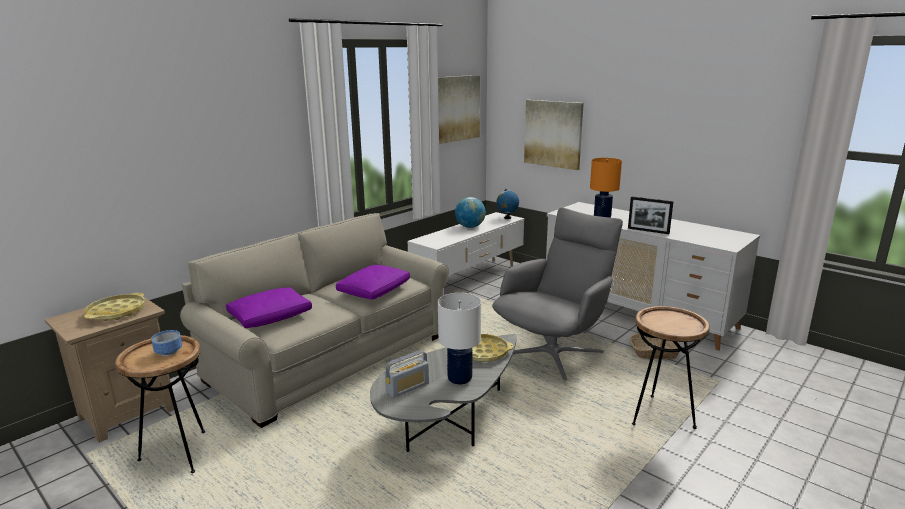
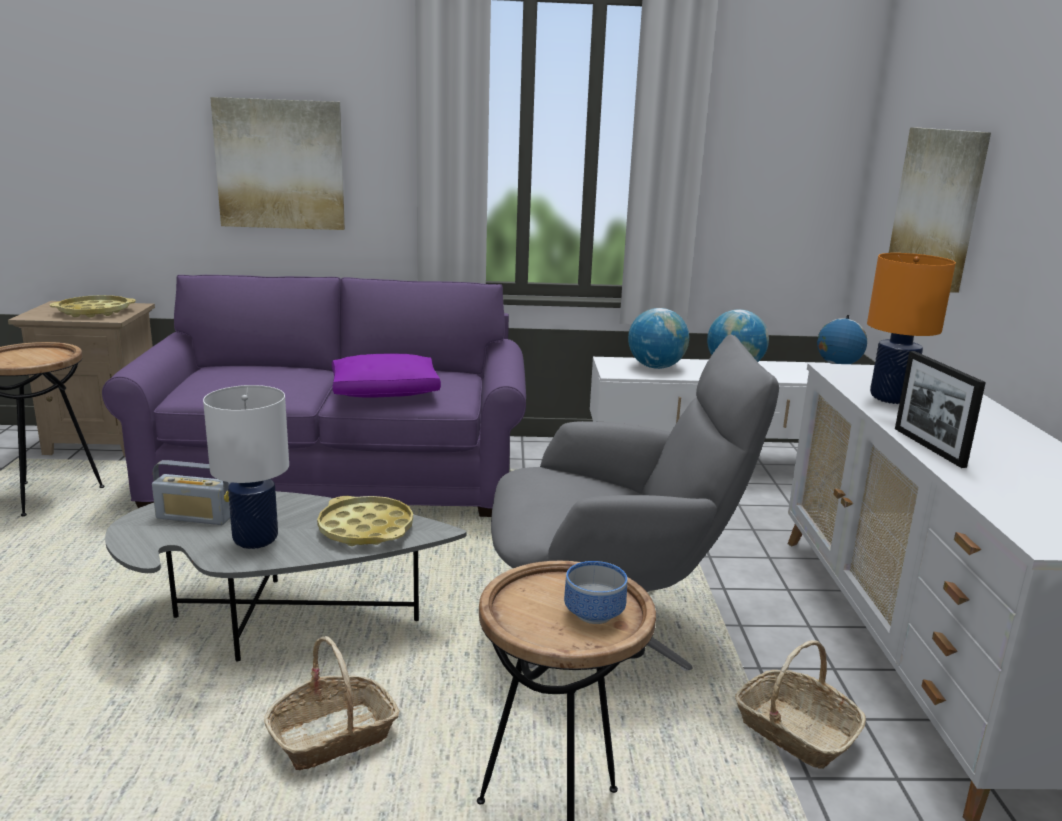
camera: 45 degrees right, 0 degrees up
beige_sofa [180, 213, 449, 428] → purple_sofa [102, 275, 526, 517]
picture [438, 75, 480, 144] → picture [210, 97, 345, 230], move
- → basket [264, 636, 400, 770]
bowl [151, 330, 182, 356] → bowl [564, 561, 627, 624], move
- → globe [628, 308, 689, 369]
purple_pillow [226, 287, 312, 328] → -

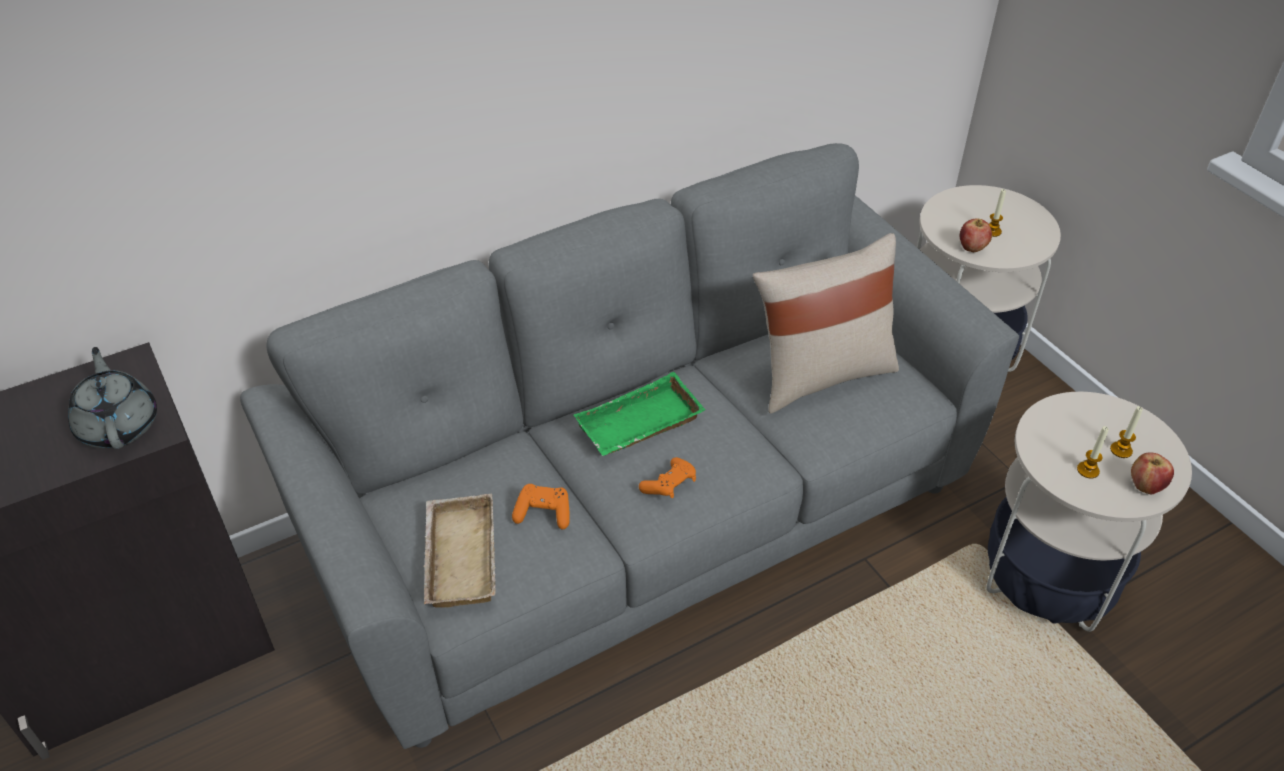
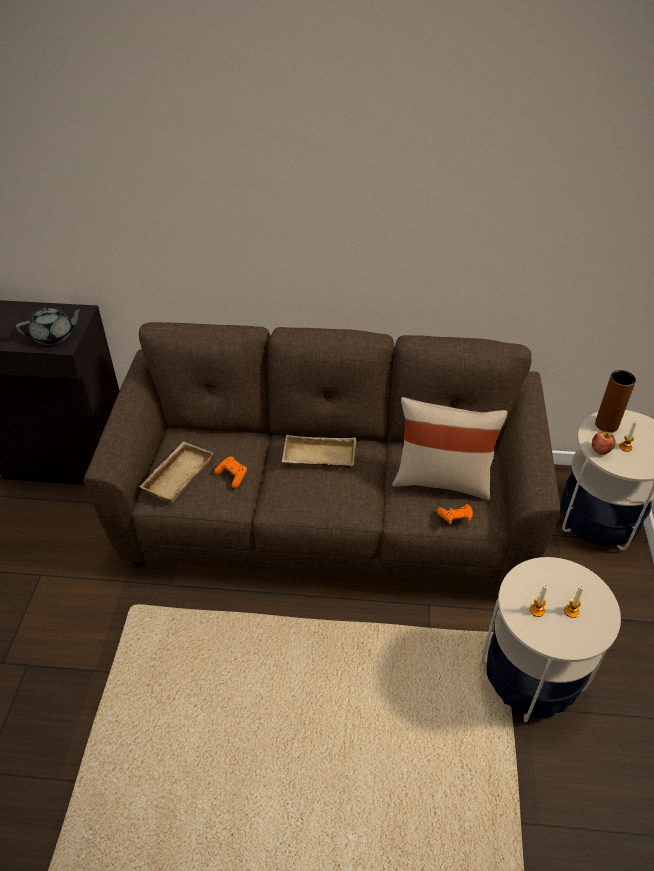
camera: 35 degrees right, 0 degrees up
grey_teapot [68, 347, 157, 449] → grey_teapot [16, 307, 83, 345], 60 degrees clockwise
grey_sofa [240, 143, 1019, 749] → brown_sofa [84, 322, 561, 588]
green_tray [574, 372, 706, 456] → beige_tray [281, 435, 356, 469]
orange_game_controller [639, 457, 696, 498] → orange_game_controller [437, 504, 473, 524], move
- → brown_vase [595, 370, 636, 433]
apple [1131, 452, 1174, 494] → -

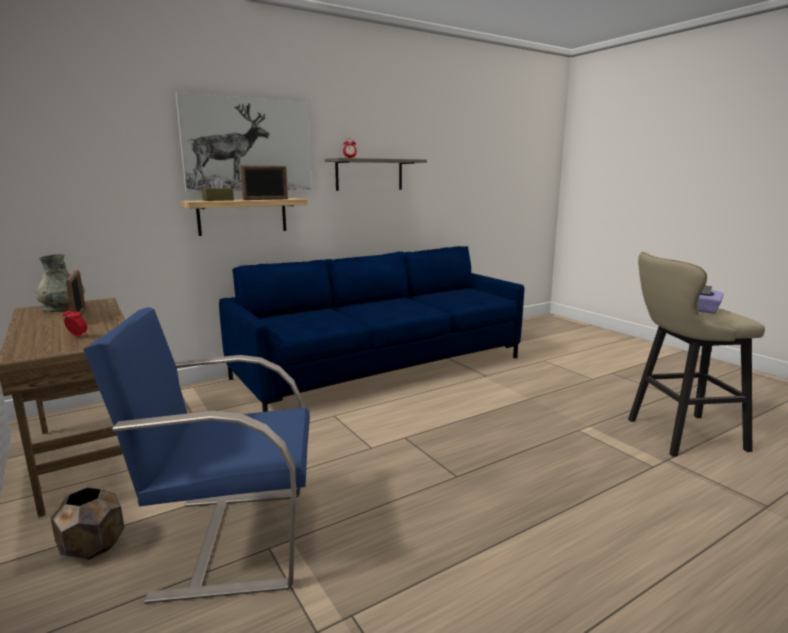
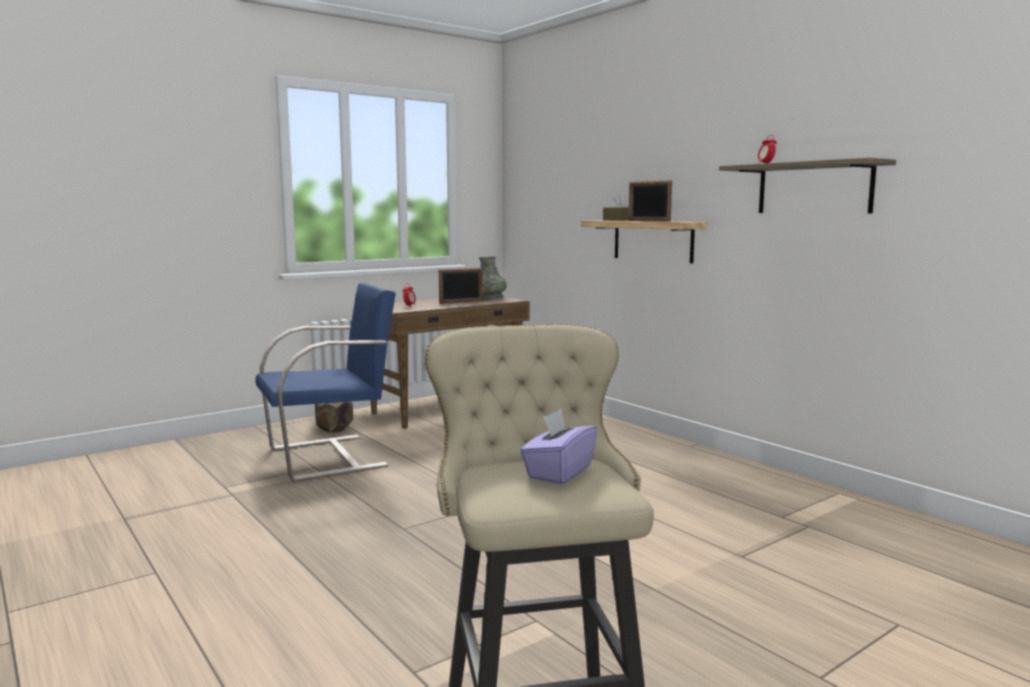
camera: 85 degrees right, 5 degrees down
blue_armchair [83, 307, 310, 604] → blue_armchair [256, 282, 396, 482], 75 degrees clockwise
picture [175, 92, 312, 191] → -
blue_sofa [219, 246, 525, 412] → -

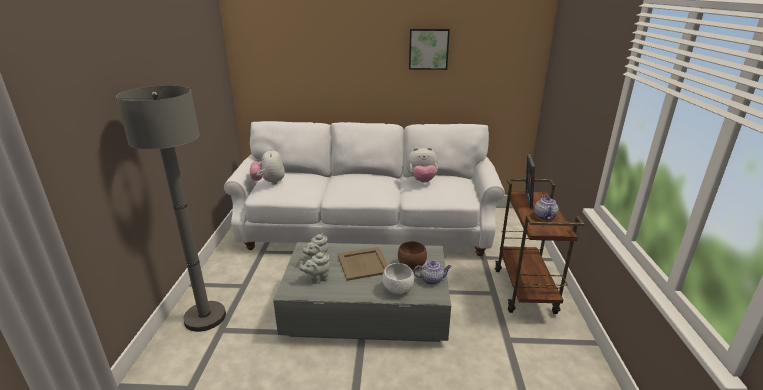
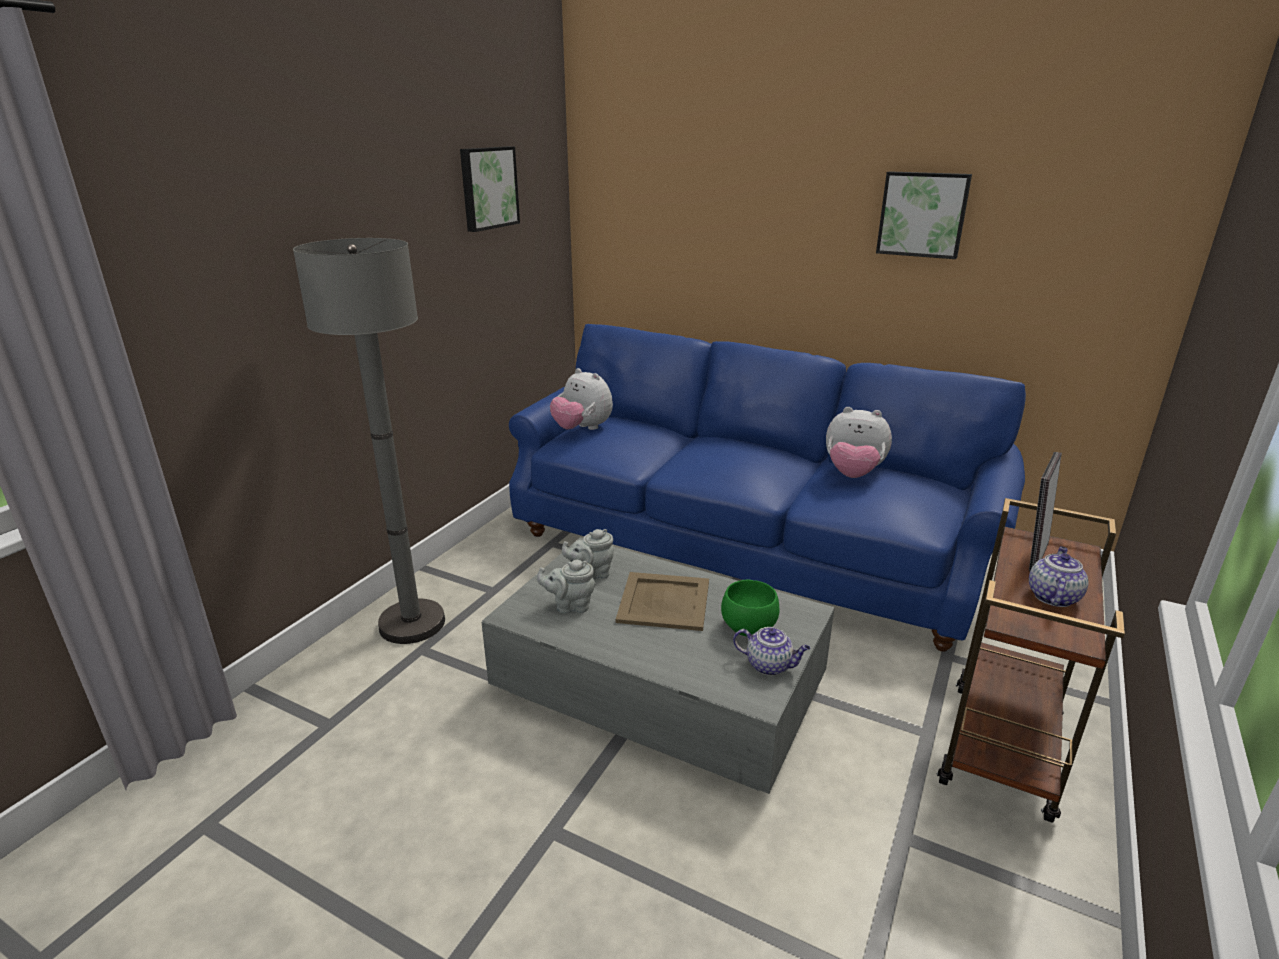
camera: 25 degrees right, 0 degrees up
- → picture [460, 146, 520, 232]
white_sofa [224, 121, 505, 256] → blue_sofa [509, 324, 1026, 652]
plush_toy [250, 148, 285, 185] → plush_toy [550, 368, 613, 430], 60 degrees counterclockwise
brown_bowl [398, 241, 427, 270] → green_bowl [721, 580, 780, 636]
white_bowl [383, 263, 414, 294] → -

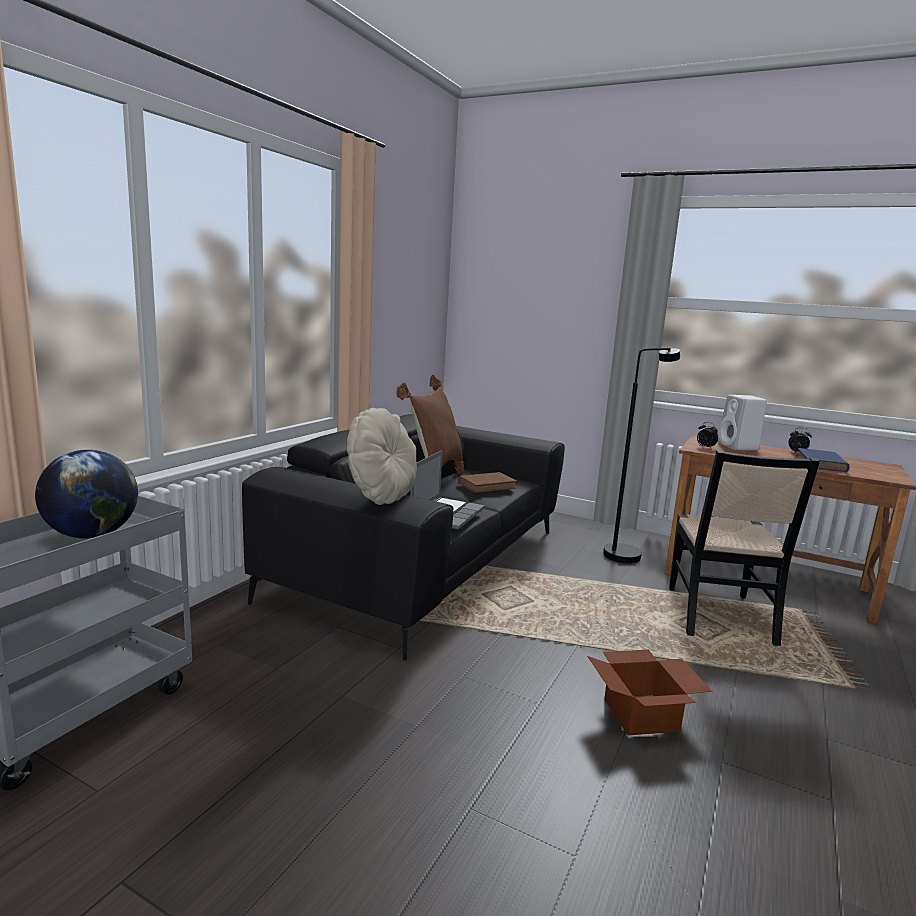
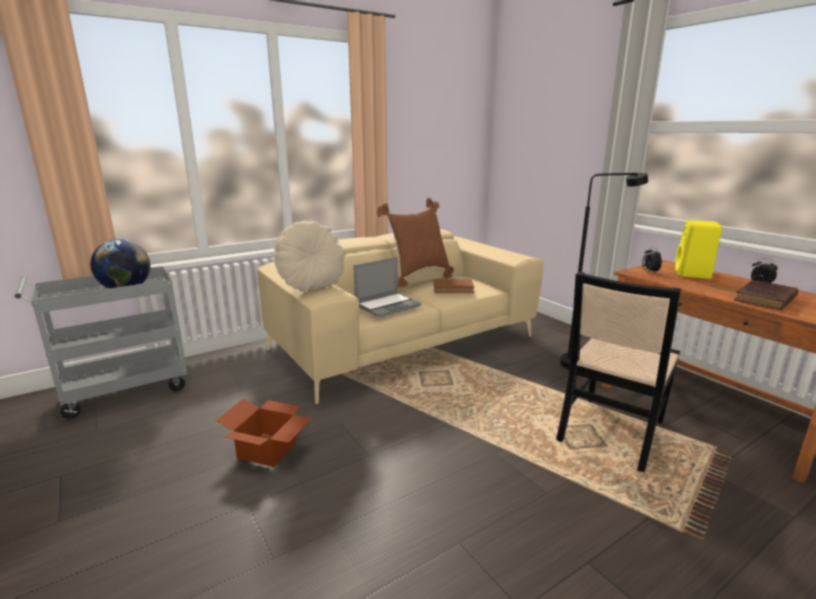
camera: 30 degrees right, 5 degrees up
cardboard_box [587, 650, 712, 736] → cardboard_box [216, 399, 312, 467], move
black_sofa [242, 414, 565, 661] → beige_sofa [257, 229, 544, 404]
white_speaker [718, 395, 767, 450] → yellow_speaker [675, 220, 722, 279]
blue_book [796, 448, 849, 472] → brown_book [734, 280, 798, 310]

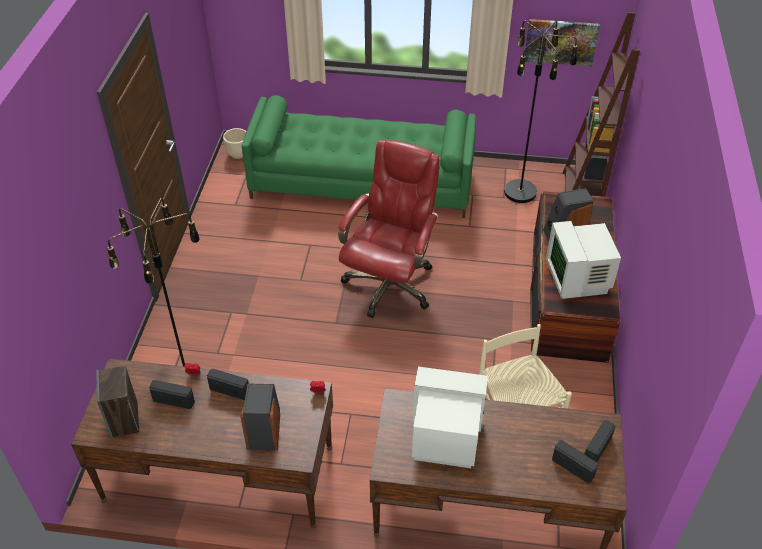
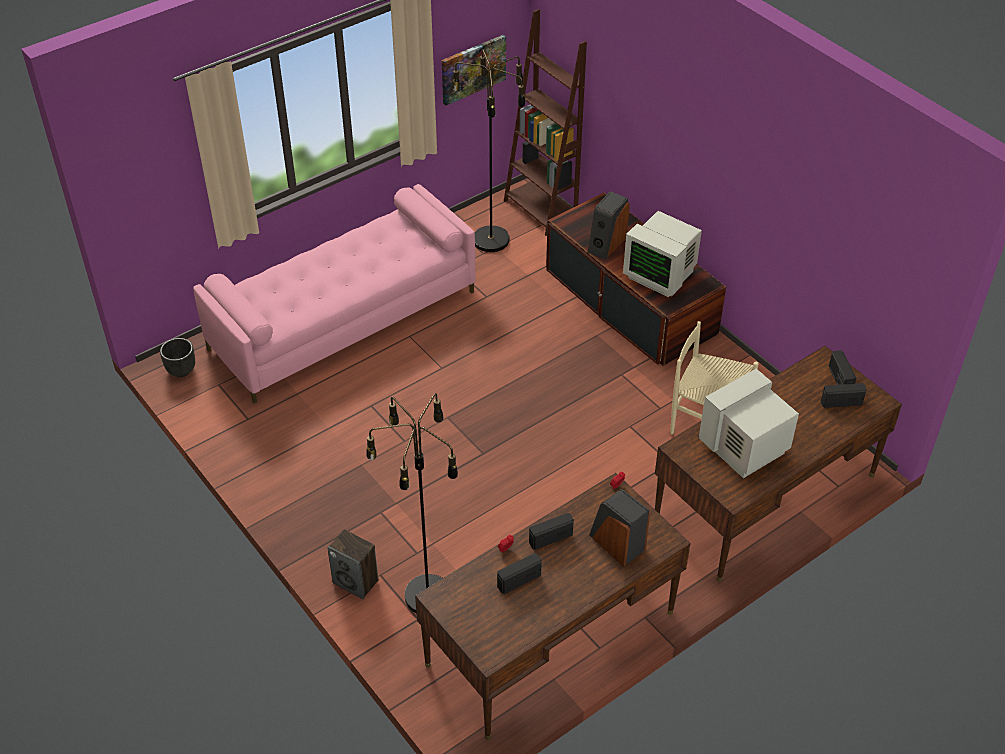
camera: 45 degrees left, 0 degrees up
beige_planter [223, 128, 246, 159] → black_planter [160, 338, 195, 377]
green_sofa [242, 95, 476, 218] → pink_sofa [193, 184, 476, 404]
speaker [96, 366, 139, 438] → speaker [327, 529, 379, 599], move
red_office_chair [338, 140, 439, 318] → -

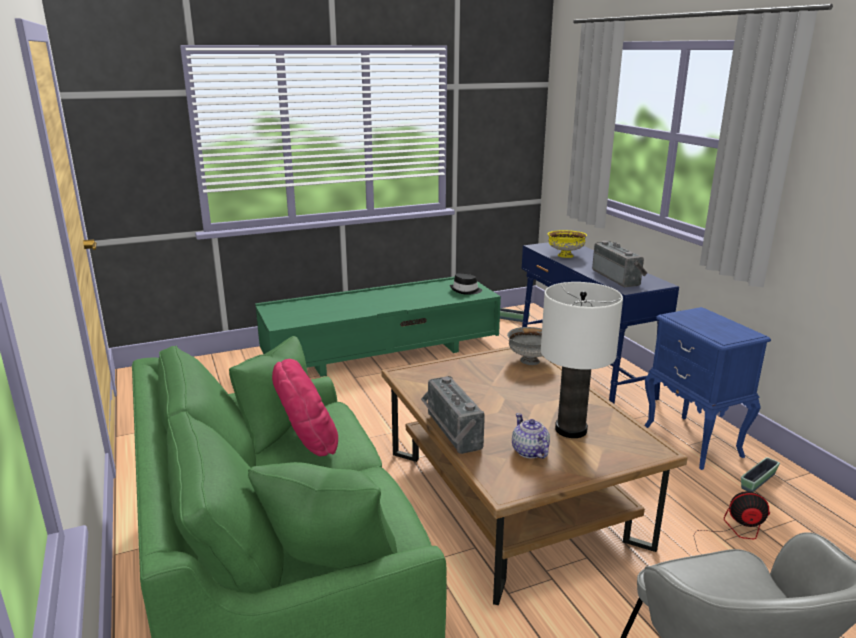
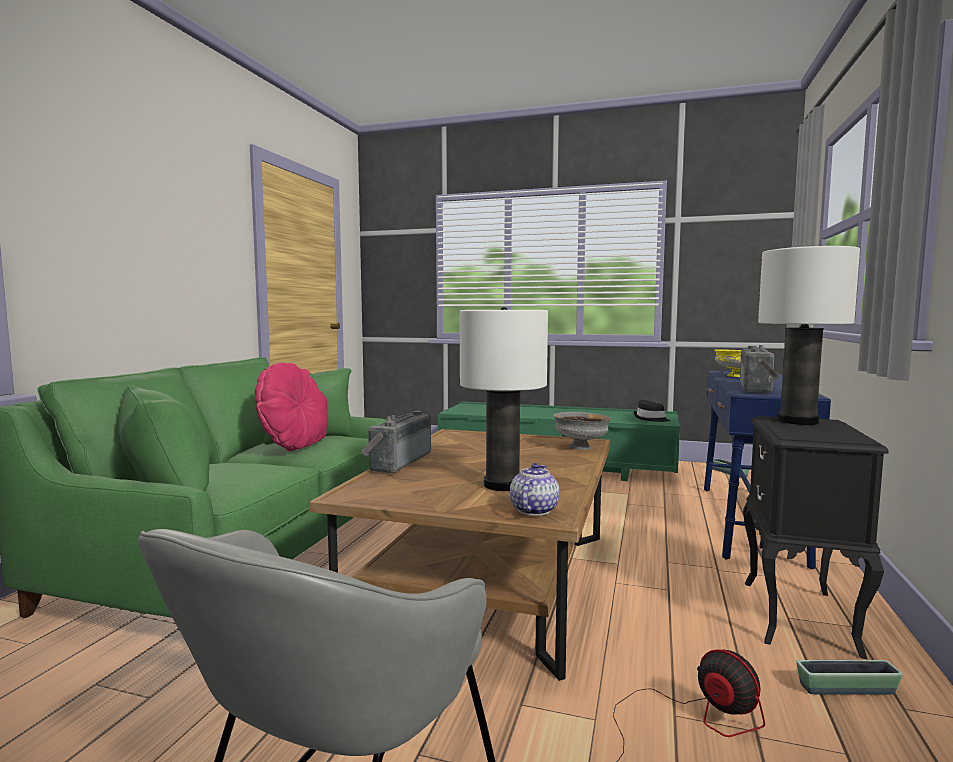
camera: 40 degrees right, 15 degrees down
teapot [512, 413, 550, 459] → teapot [510, 463, 560, 516], move
blue_nightstand [644, 307, 771, 470] → black_nightstand [743, 416, 889, 659]
- → white_table_lamp [758, 246, 860, 425]

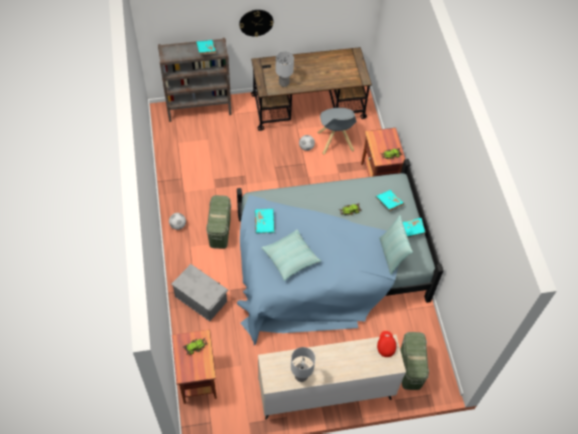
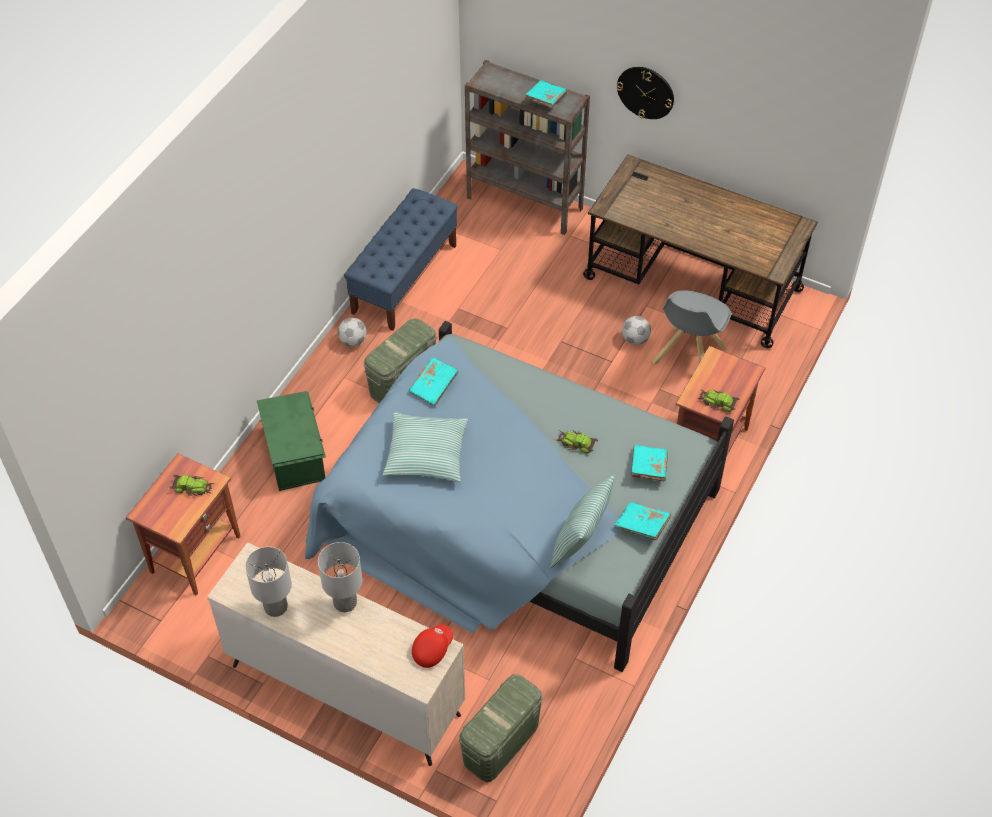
camera: 40 degrees right, 5 degrees down
grey_storage_box [171, 264, 229, 321] → green_storage_box [257, 391, 326, 491]
grey_table_lamp [276, 51, 294, 87] → grey_table_lamp [318, 542, 363, 612], move
- → blue_bench [344, 188, 458, 331]

